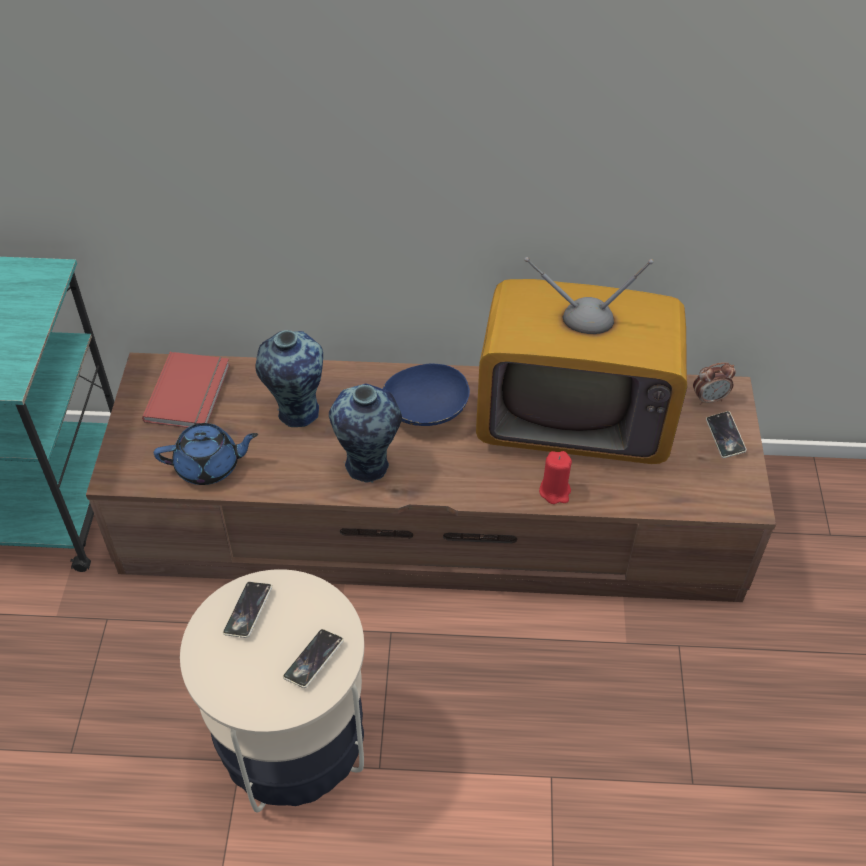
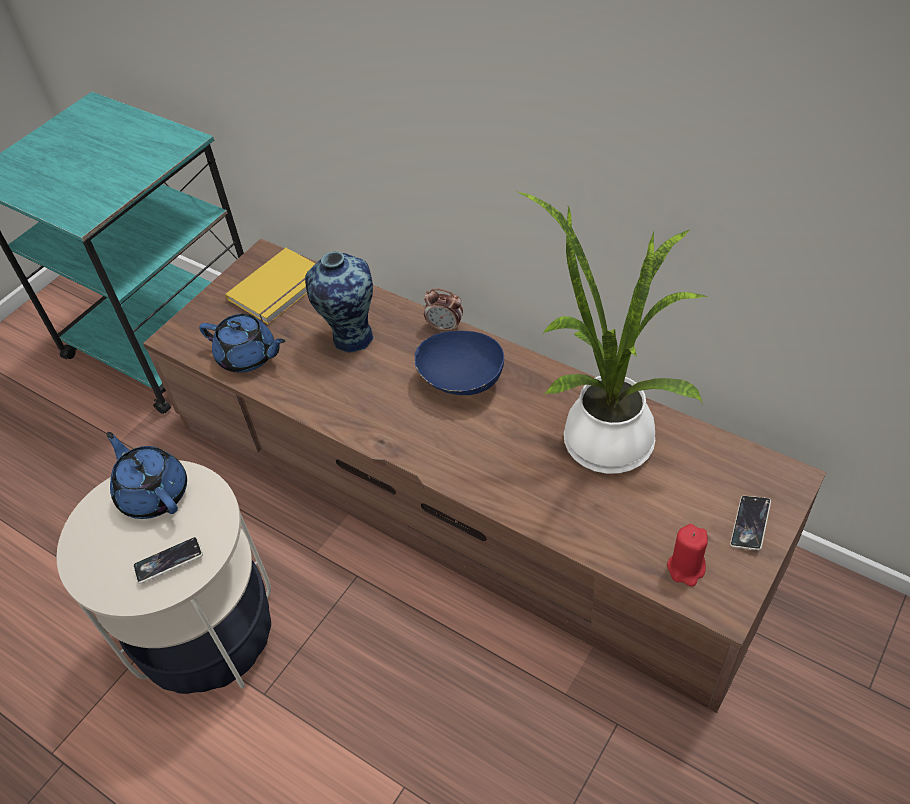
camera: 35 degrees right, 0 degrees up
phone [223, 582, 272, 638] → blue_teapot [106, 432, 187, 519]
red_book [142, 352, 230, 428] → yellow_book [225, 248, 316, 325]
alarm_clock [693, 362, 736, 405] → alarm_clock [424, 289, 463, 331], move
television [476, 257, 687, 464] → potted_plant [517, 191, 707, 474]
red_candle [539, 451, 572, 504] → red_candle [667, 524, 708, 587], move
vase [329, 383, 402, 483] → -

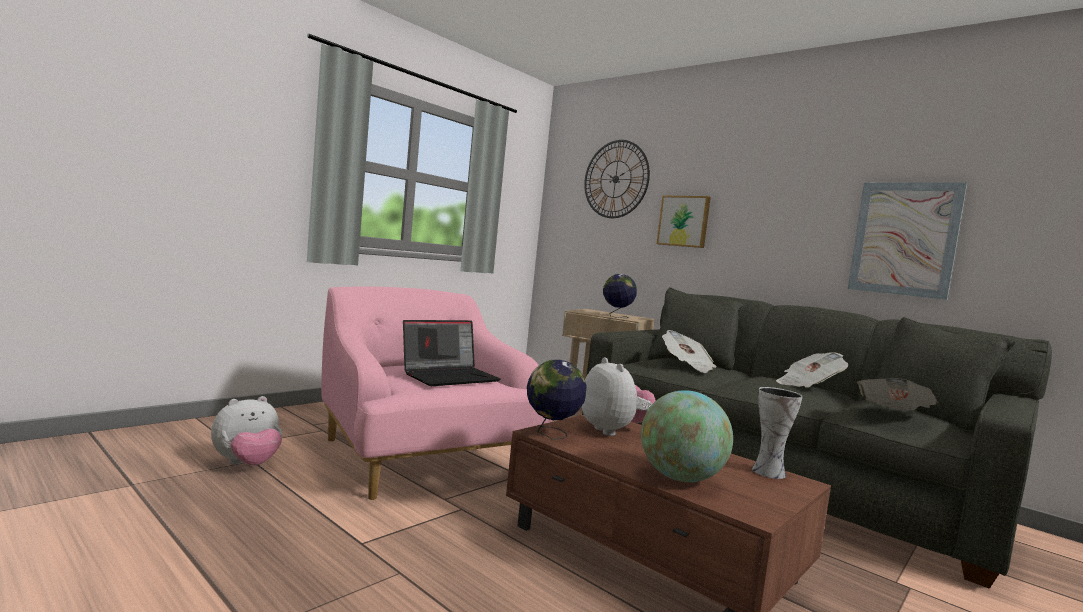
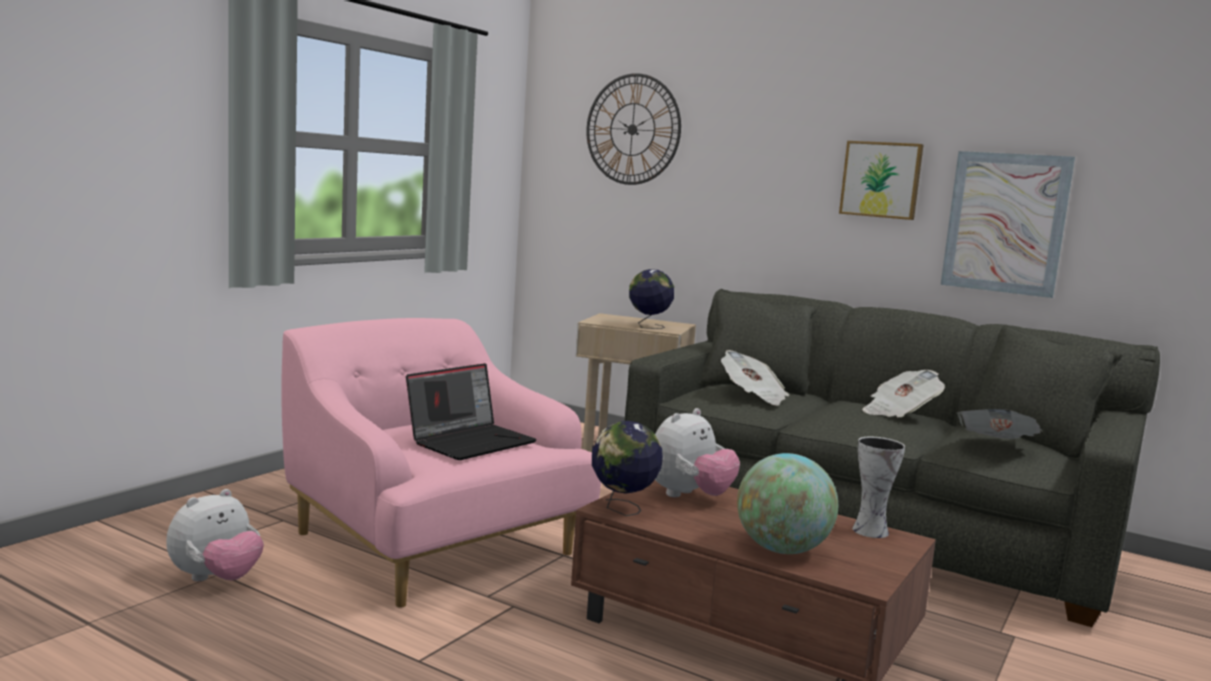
camera: 10 degrees left, 5 degrees up
plush_toy [582, 357, 656, 436] → plush_toy [655, 408, 740, 497], 75 degrees clockwise
picture [657, 196, 711, 248] → picture [839, 141, 923, 220], move

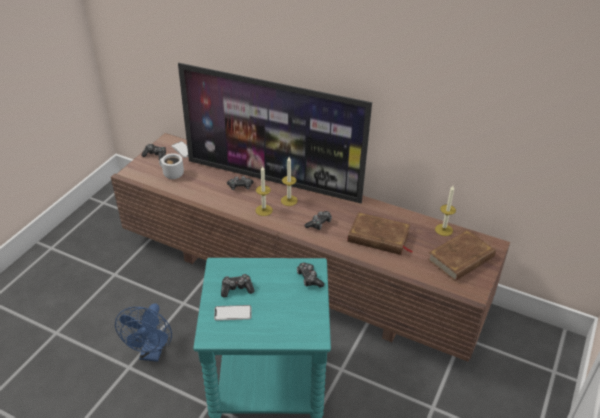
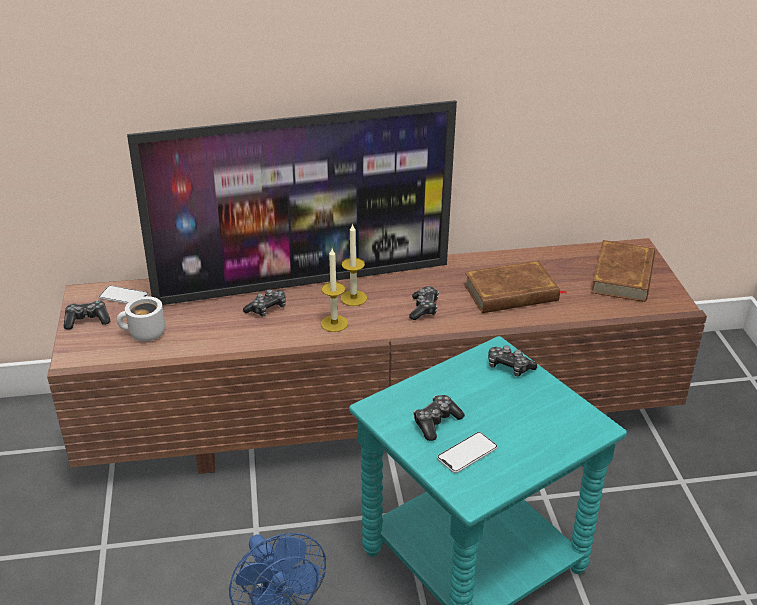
camera: 35 degrees left, 5 degrees down
candle [435, 186, 456, 236] → -

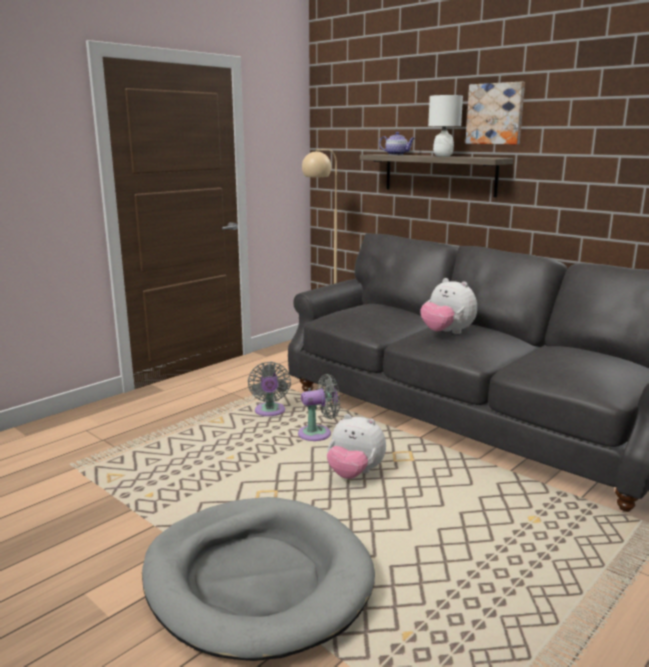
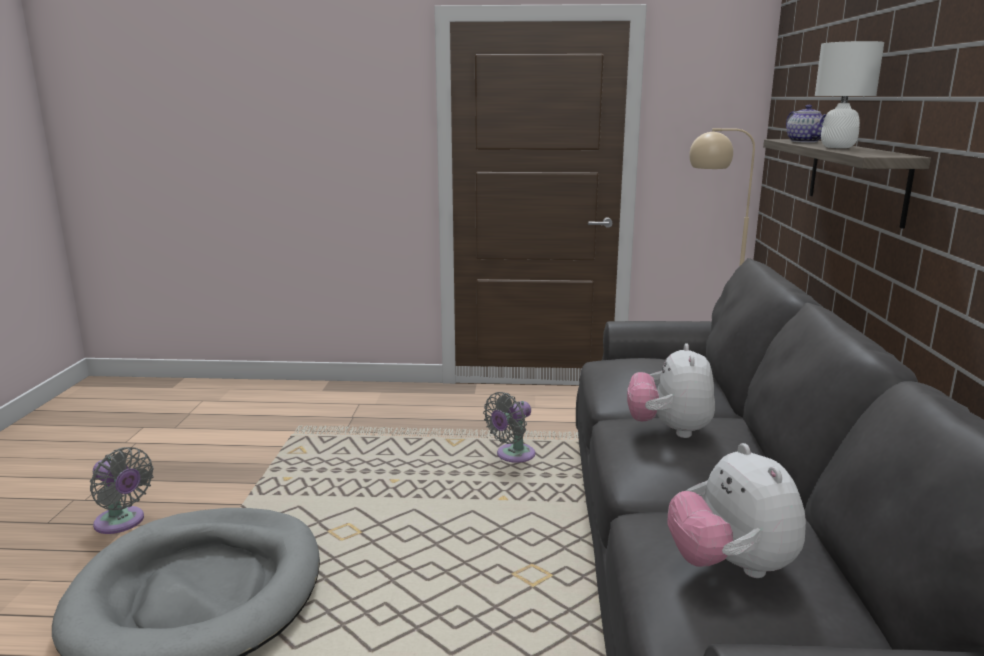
camera: 50 degrees right, 0 degrees up
grey_fan [298, 374, 340, 441] → grey_fan [90, 447, 154, 534], move
plush_toy [327, 414, 386, 479] → plush_toy [667, 443, 806, 578], move
picture [465, 82, 525, 144] → -

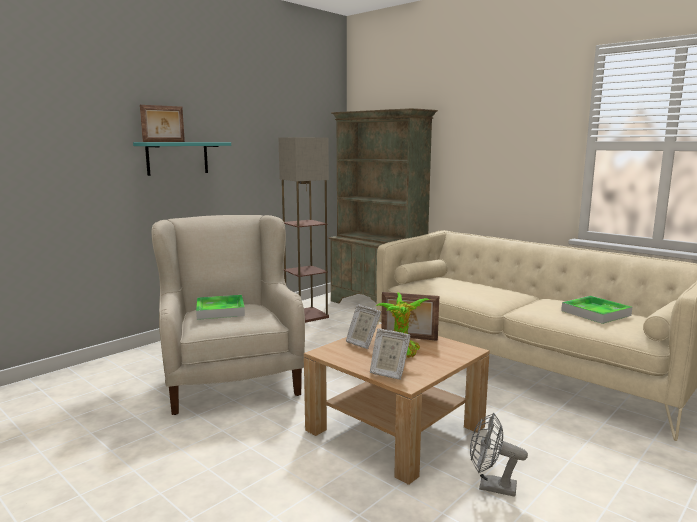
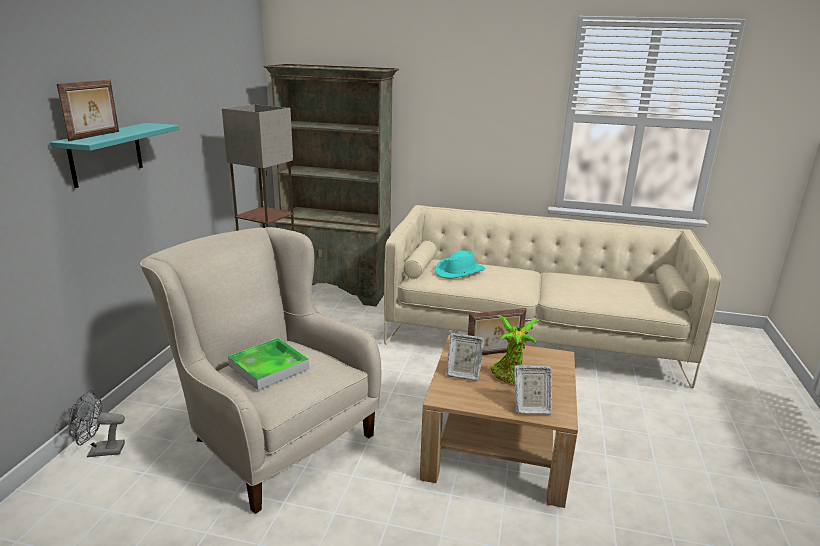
camera: 30 degrees left, 10 degrees up
grey_fan [470, 413, 528, 497] → grey_fan [68, 390, 125, 457], move
- → turquoise_hat [435, 250, 485, 279]
tray [561, 296, 632, 324] → -

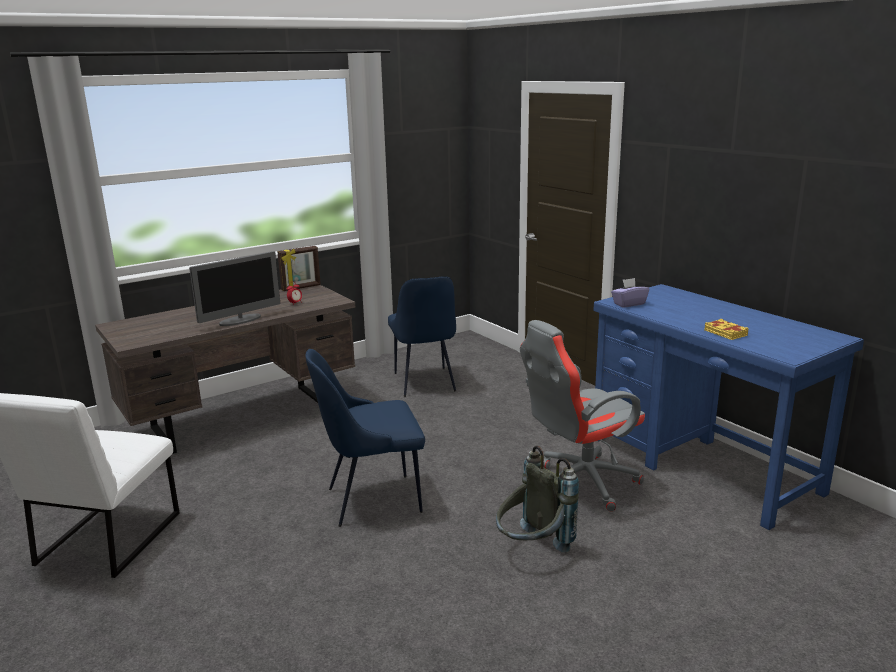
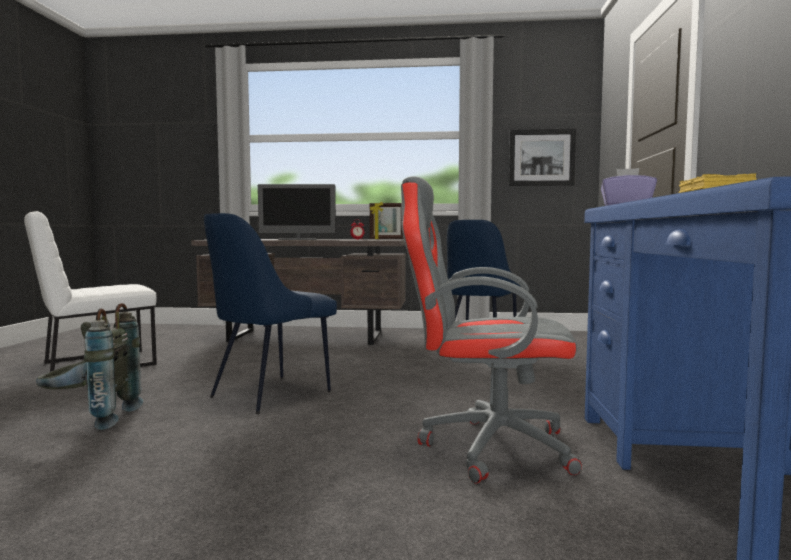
camera: 40 degrees right, 15 degrees down
grey_backpack [496, 446, 579, 552] → grey_backpack [36, 303, 143, 430], move
blue_chair [306, 349, 425, 527] → blue_chair [204, 213, 337, 414], 75 degrees counterclockwise
- → picture [509, 129, 576, 186]

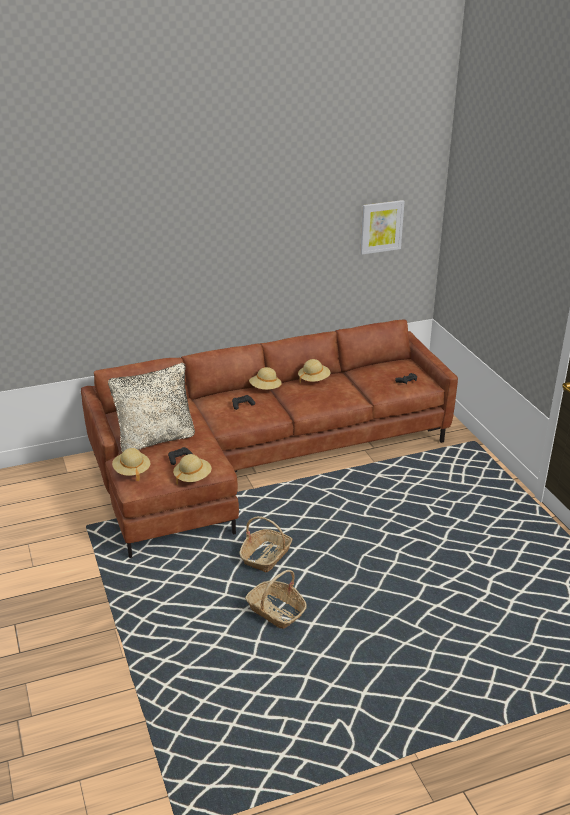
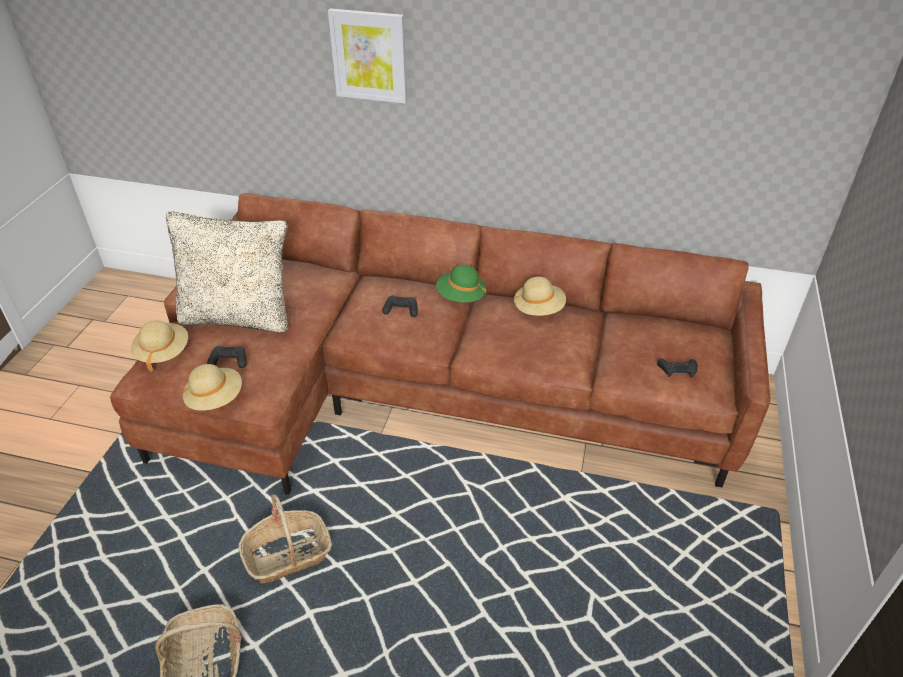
camera: 35 degrees right, 10 degrees up
picture [360, 200, 405, 254] → picture [328, 8, 407, 103], move
beige_hat [249, 367, 282, 390] → green_hat [436, 265, 486, 303]

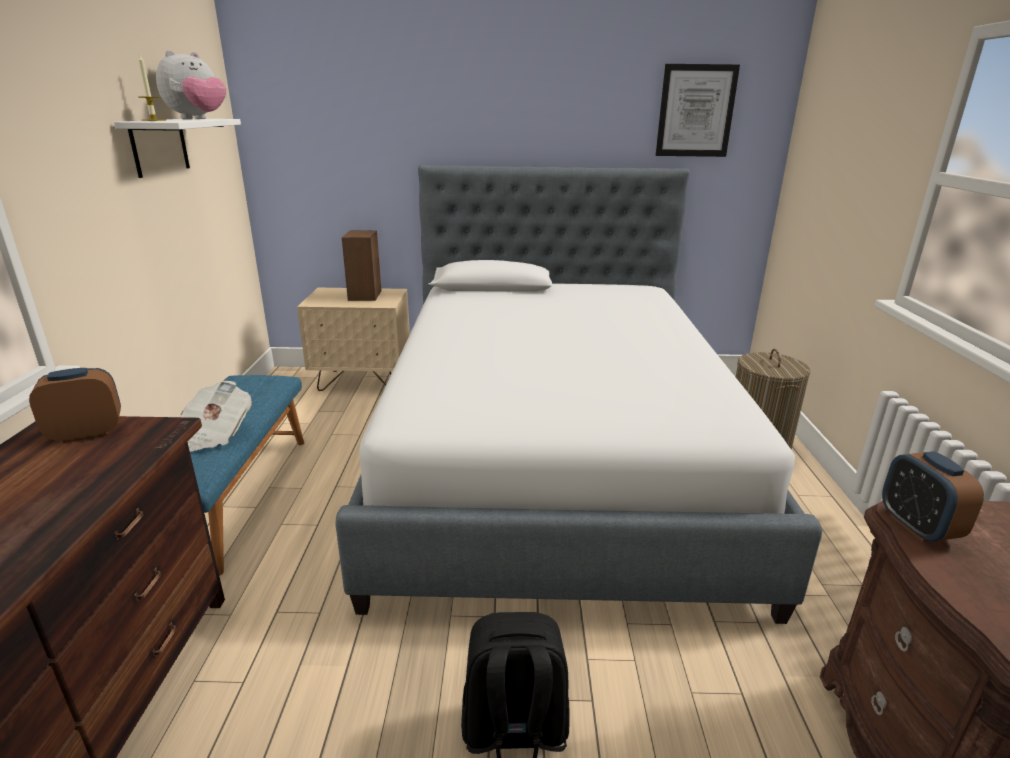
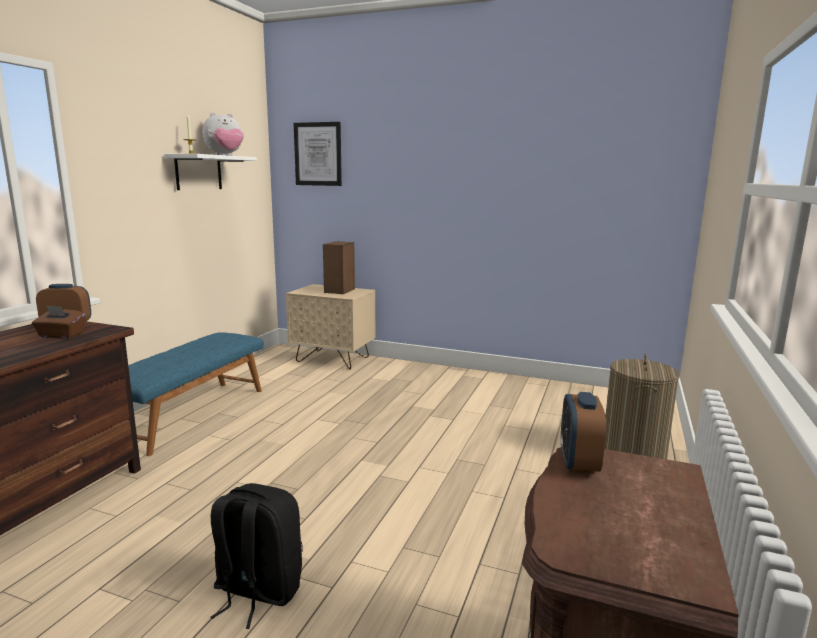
camera: 20 degrees right, 10 degrees down
- → brown_tissue_box [32, 306, 85, 339]
picture [656, 64, 740, 157] → picture [294, 122, 342, 186], move
newspaper [181, 381, 252, 451] → -
bed [336, 165, 822, 624] → -

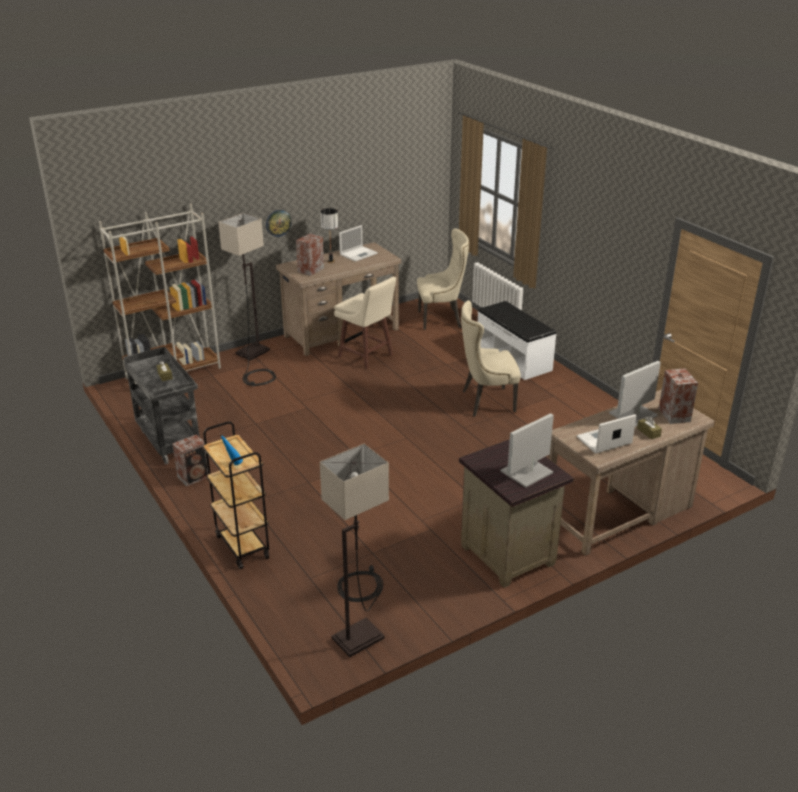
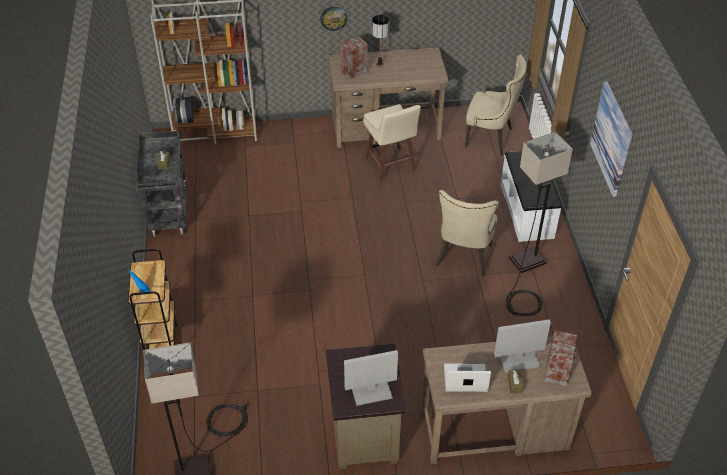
camera: 25 degrees right, 15 degrees up
beige_chair [461, 300, 521, 417] → beige_chair [436, 190, 499, 276], 90 degrees counterclockwise
floor_lamp [218, 213, 276, 386] → floor_lamp [505, 132, 573, 316], move
- → picture [590, 81, 633, 197]
speaker [172, 434, 208, 487] → -
laptop [339, 225, 378, 262] → -

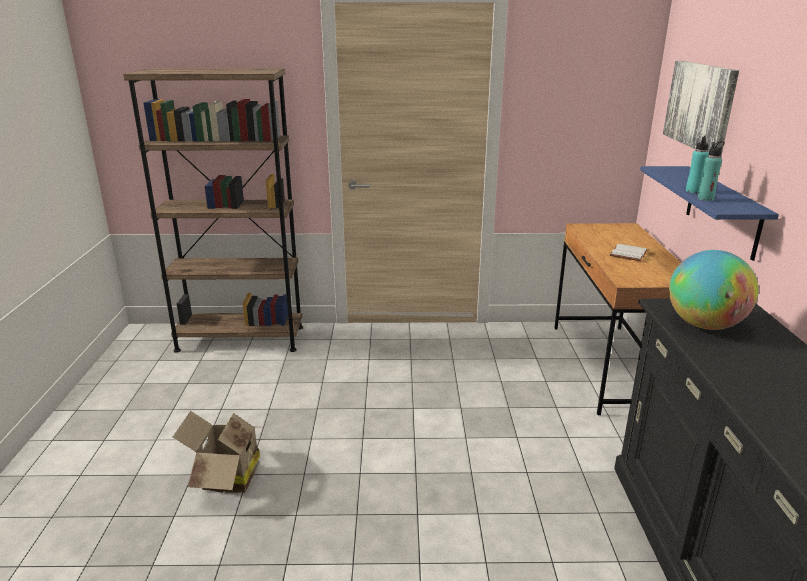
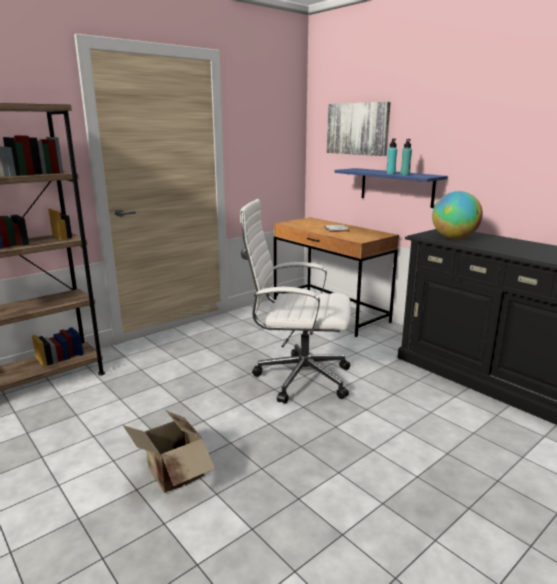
camera: 40 degrees left, 5 degrees down
- → white_office_chair [240, 199, 351, 404]

